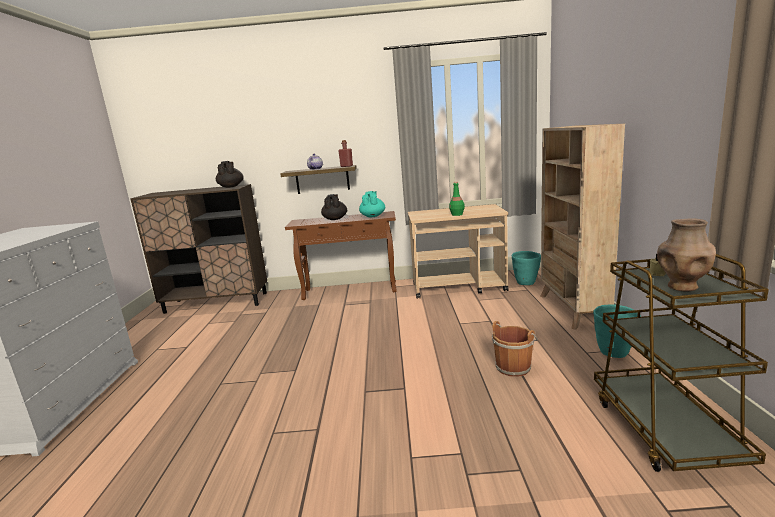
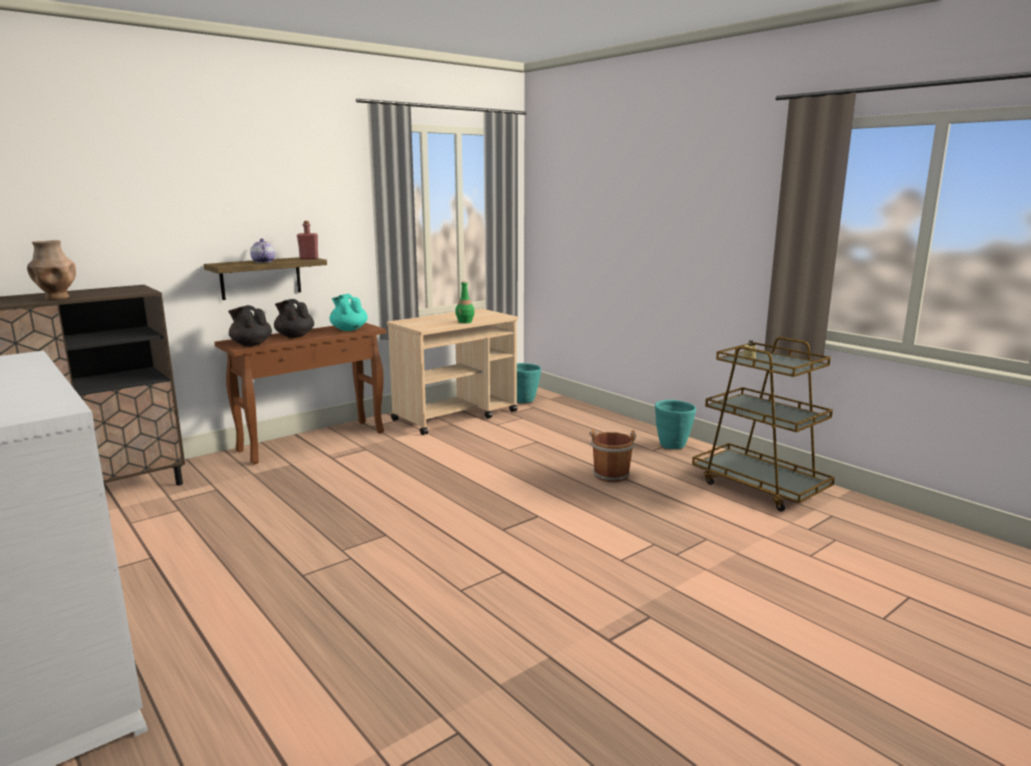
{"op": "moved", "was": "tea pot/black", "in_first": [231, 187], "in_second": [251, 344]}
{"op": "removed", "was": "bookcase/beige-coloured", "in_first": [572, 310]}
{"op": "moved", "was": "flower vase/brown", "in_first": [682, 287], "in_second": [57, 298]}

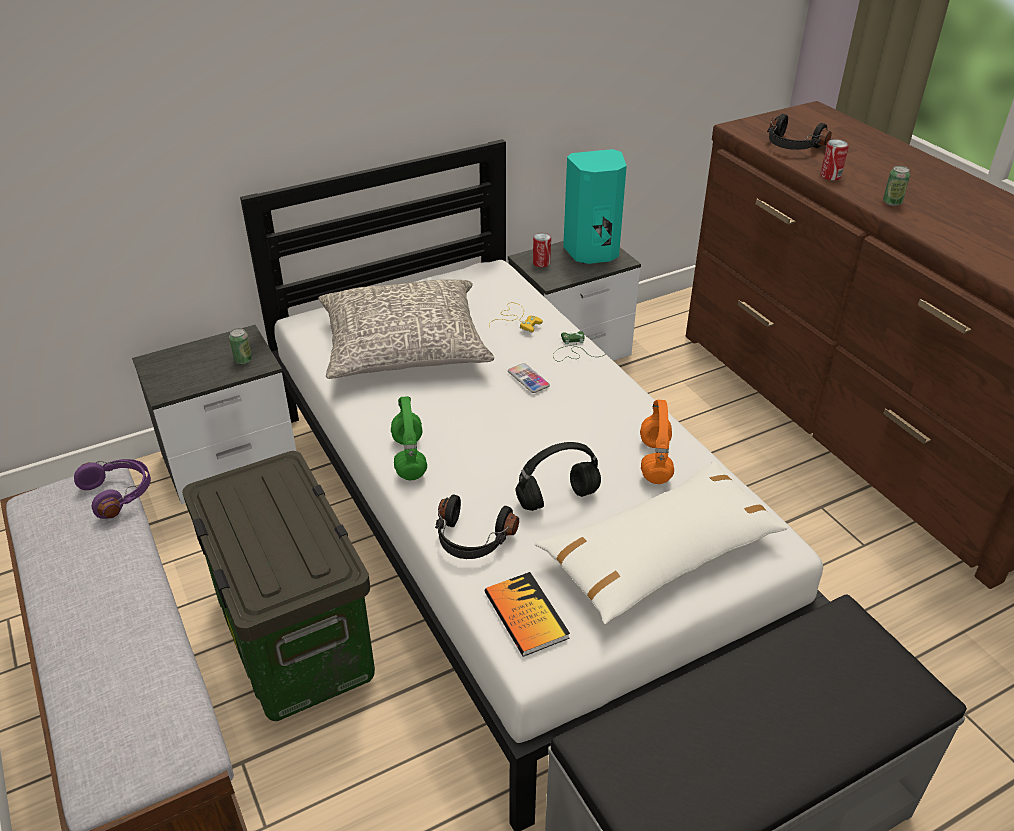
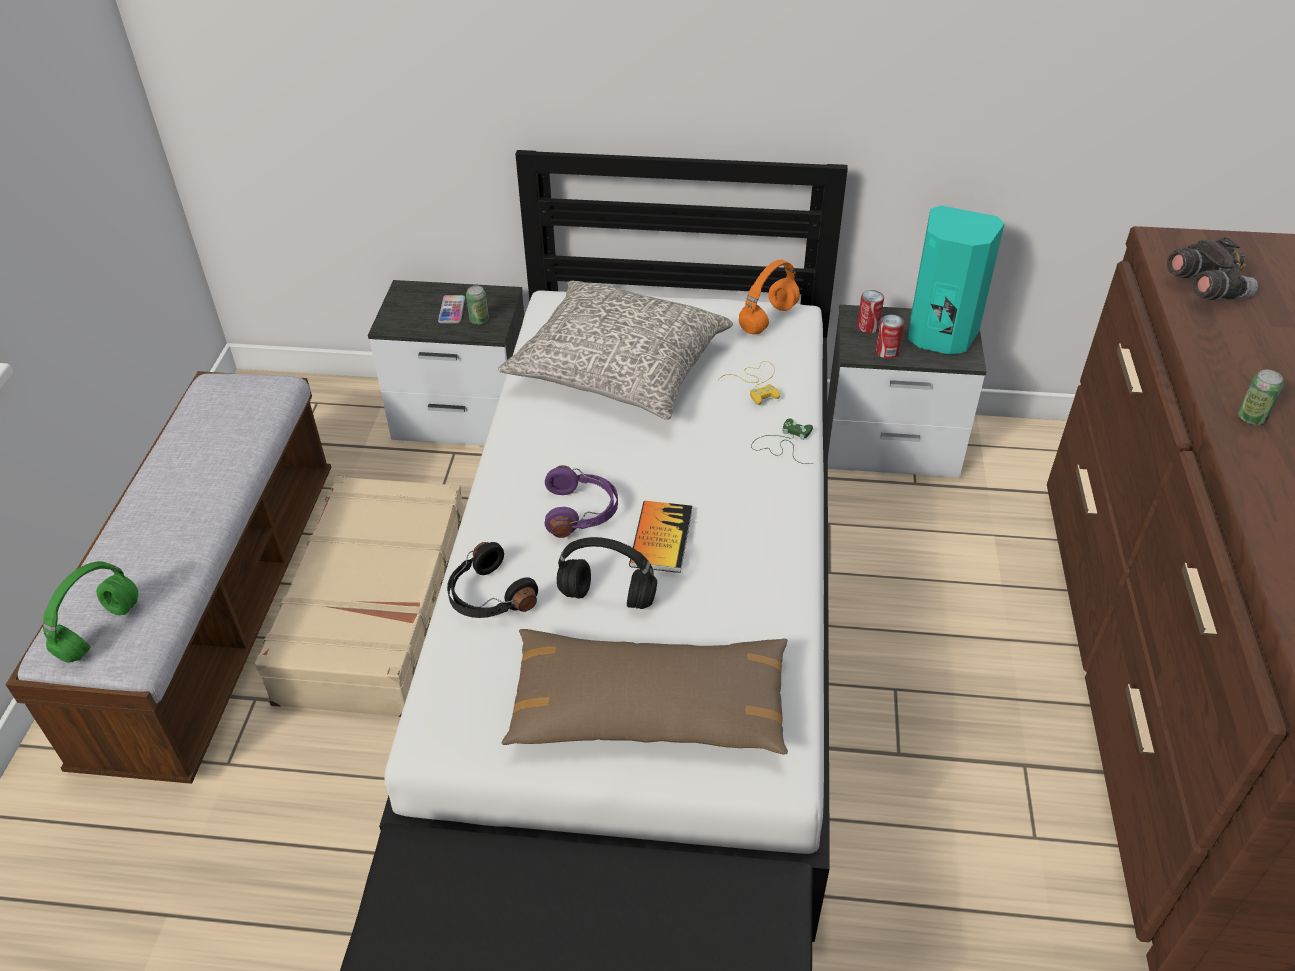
{"op": "moved", "was": "pair of headphones/purple", "in_first": [119, 493], "in_second": [581, 512]}
{"op": "replaced", "was": "storage box", "now": "suitcase/beige-coloured", "in_first": [292, 637], "in_second": [379, 610]}
{"op": "moved", "was": "pair of headphones/green-coloured", "in_first": [408, 457], "in_second": [100, 629]}
{"op": "moved", "was": "volume", "in_first": [526, 615], "in_second": [661, 538]}
{"op": "moved", "was": "telephone", "in_first": [528, 379], "in_second": [452, 310]}
{"op": "recoloured", "was": "cushion/white", "now": "cushion/brown", "in_first": [661, 554], "in_second": [649, 709]}
{"op": "moved", "was": "pair of headphones/orange-coloured", "in_first": [654, 460], "in_second": [768, 318]}
{"op": "replaced", "was": "pair of headphones/black", "now": "field glasses/grey", "in_first": [792, 146], "in_second": [1205, 290]}
{"op": "moved", "was": "can", "in_first": [830, 176], "in_second": [887, 352]}

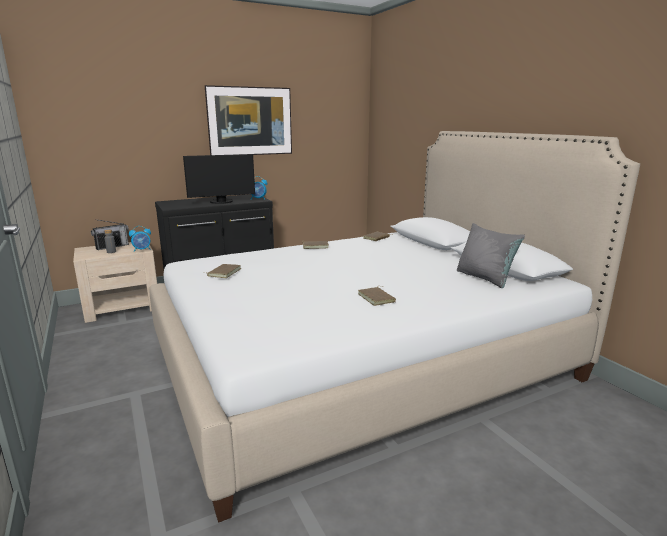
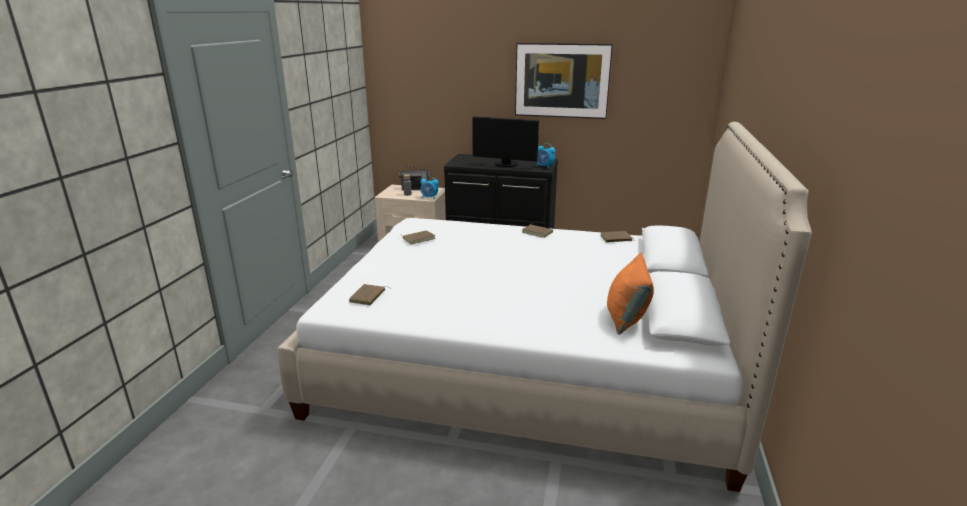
{"op": "moved", "was": "volume/brown", "in_first": [377, 298], "in_second": [368, 297]}
{"op": "recoloured", "was": "cushion/grey", "now": "cushion/orange-coloured", "in_first": [485, 278], "in_second": [626, 318]}

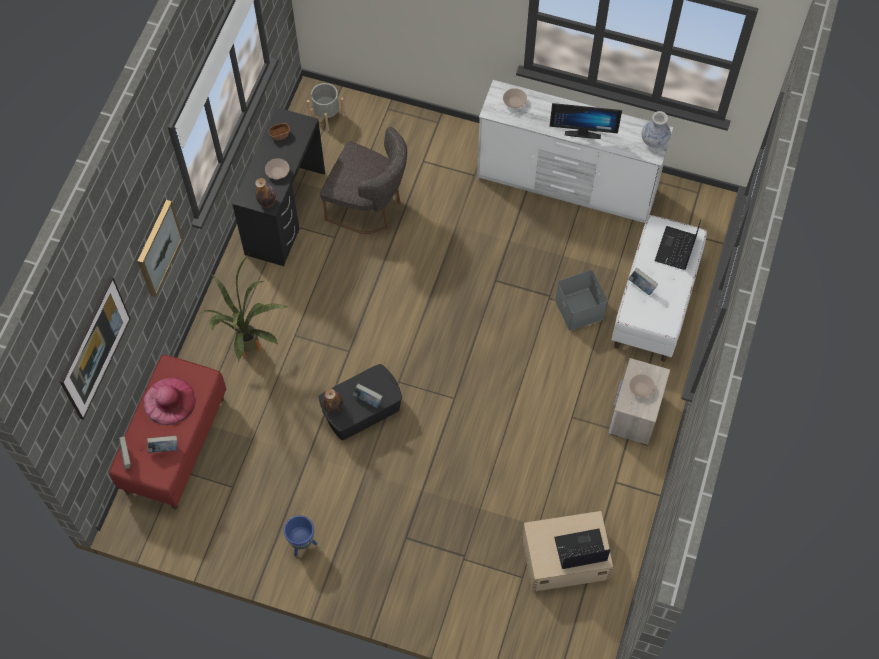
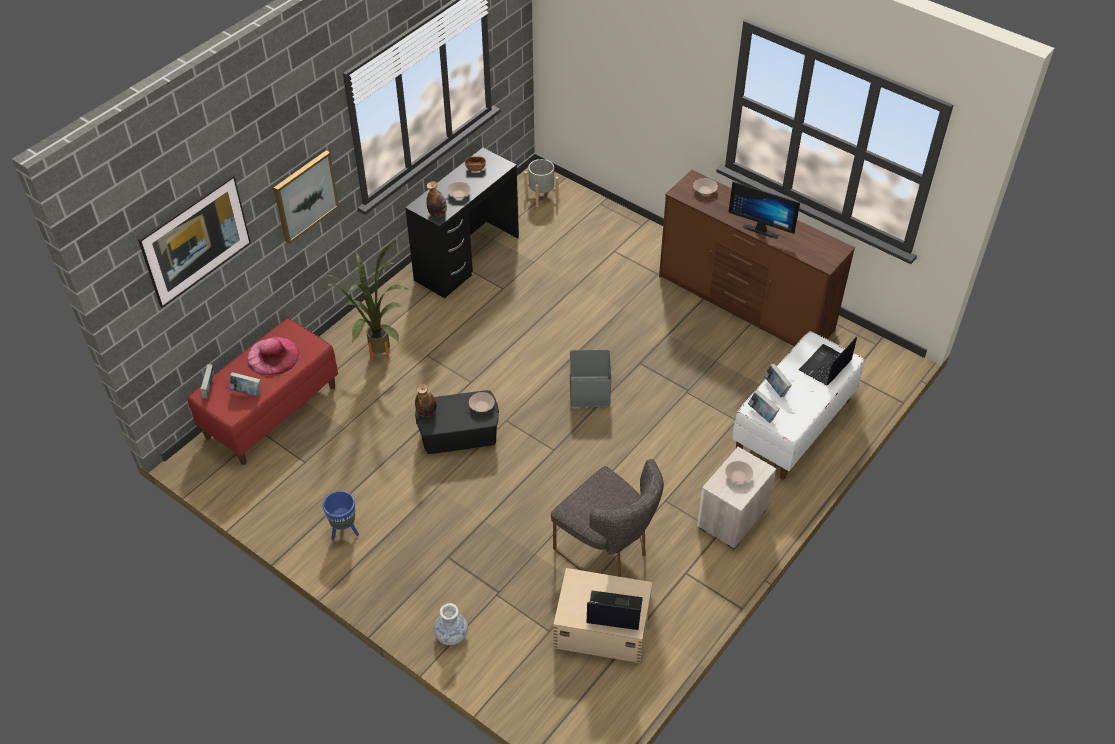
{"op": "moved", "was": "chair/grey", "in_first": [369, 206], "in_second": [608, 549]}
{"op": "moved", "was": "volume", "in_first": [368, 400], "in_second": [762, 414]}
{"op": "recoloured", "was": "drawer chest/white", "now": "drawer chest/brown", "in_first": [567, 185], "in_second": [745, 304]}
{"op": "moved", "was": "storage box/grey", "in_first": [580, 309], "in_second": [590, 392]}
{"op": "moved", "was": "flower vase", "in_first": [654, 140], "in_second": [451, 635]}
{"op": "added", "now": "serving bowl/beige-coloured", "in_second": [481, 406]}

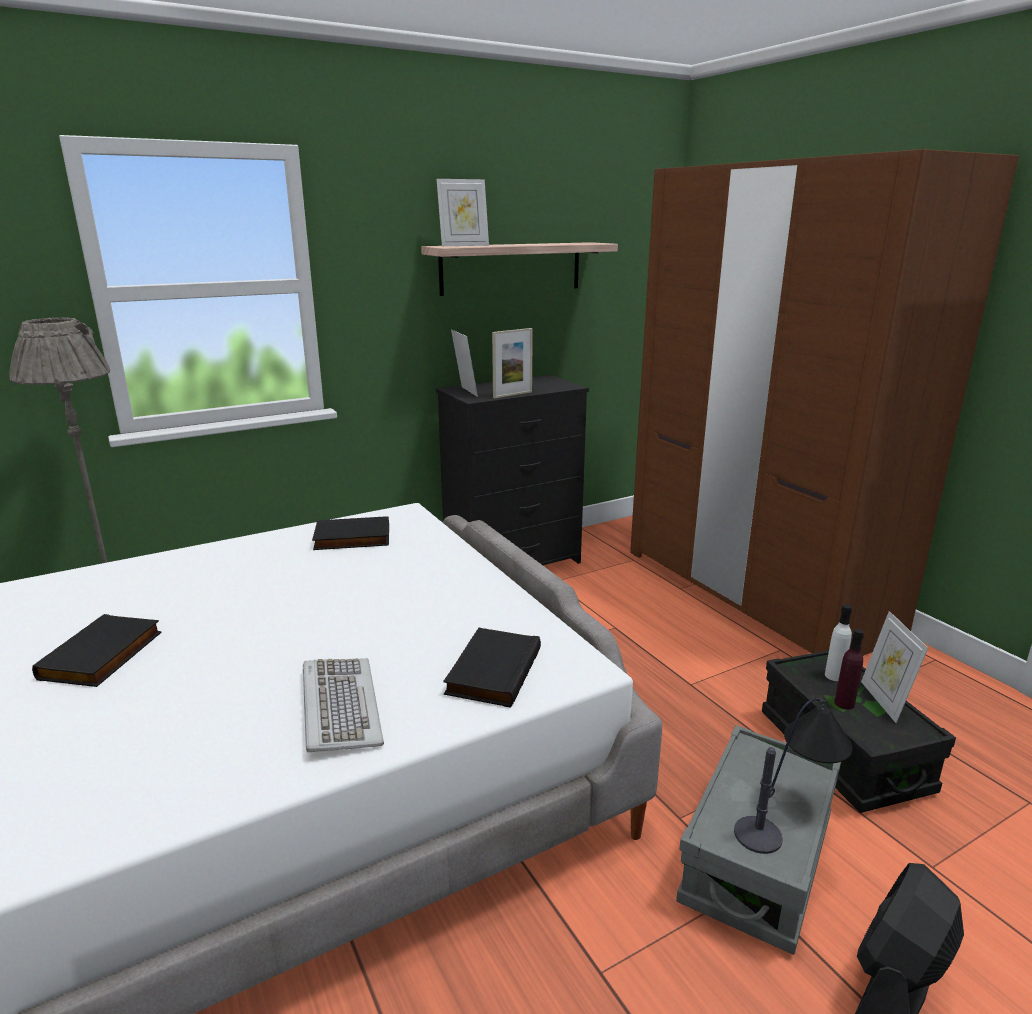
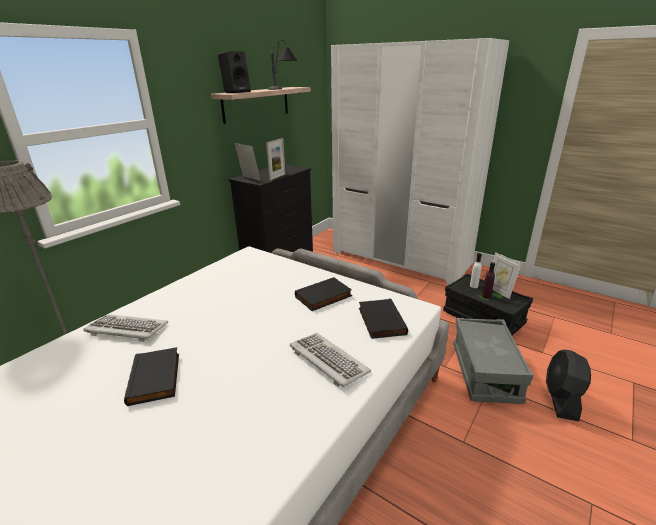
{"op": "moved", "was": "volume/black", "in_first": [352, 539], "in_second": [324, 297]}
{"op": "replaced", "was": "photo frame", "now": "audio speaker/black", "in_first": [464, 245], "in_second": [237, 92]}
{"op": "recoloured", "was": "wardrobe/brown", "now": "wardrobe/white", "in_first": [754, 590], "in_second": [400, 257]}
{"op": "moved", "was": "tabletop lamp", "in_first": [788, 814], "in_second": [283, 88]}
{"op": "added", "now": "keyboard", "in_second": [126, 329]}

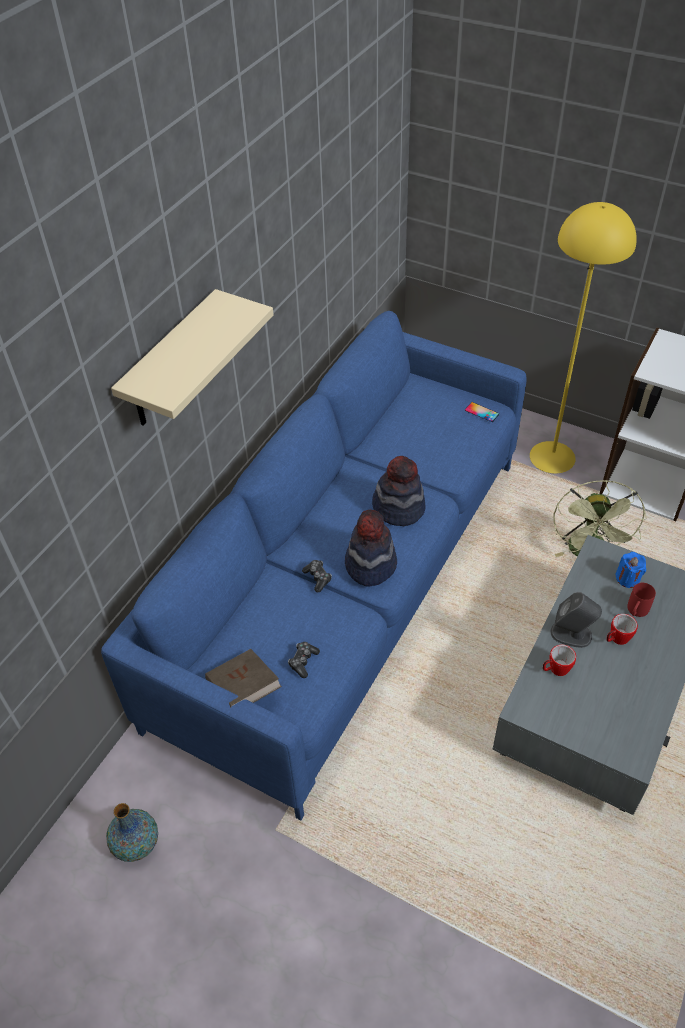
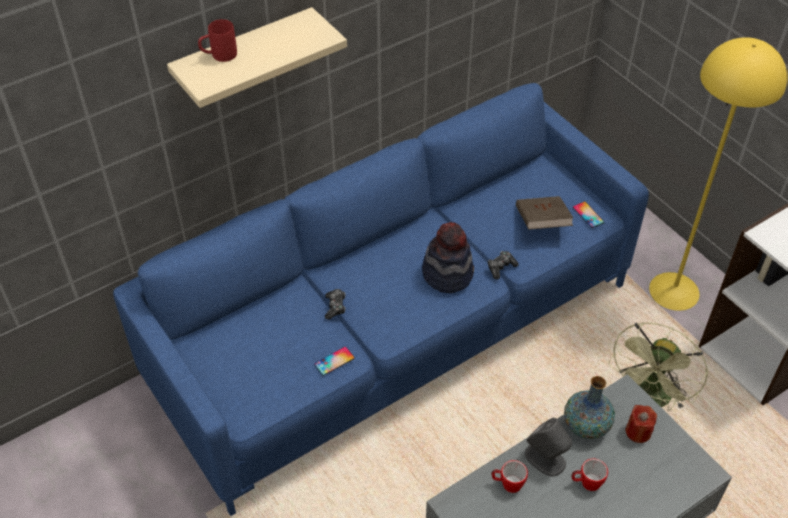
{"op": "moved", "was": "flower vase", "in_first": [136, 843], "in_second": [586, 426]}
{"op": "moved", "was": "volume/brown", "in_first": [244, 690], "in_second": [542, 223]}
{"op": "moved", "was": "gamepad", "in_first": [303, 661], "in_second": [501, 267]}
{"op": "removed", "was": "wearable hat", "in_first": [370, 564]}
{"op": "recoloured", "was": "candle/blue", "now": "candle/reddish", "in_first": [627, 578], "in_second": [638, 432]}
{"op": "moved", "was": "mug/reddish", "in_first": [636, 612], "in_second": [219, 56]}
{"op": "added", "now": "telephone", "in_second": [334, 361]}

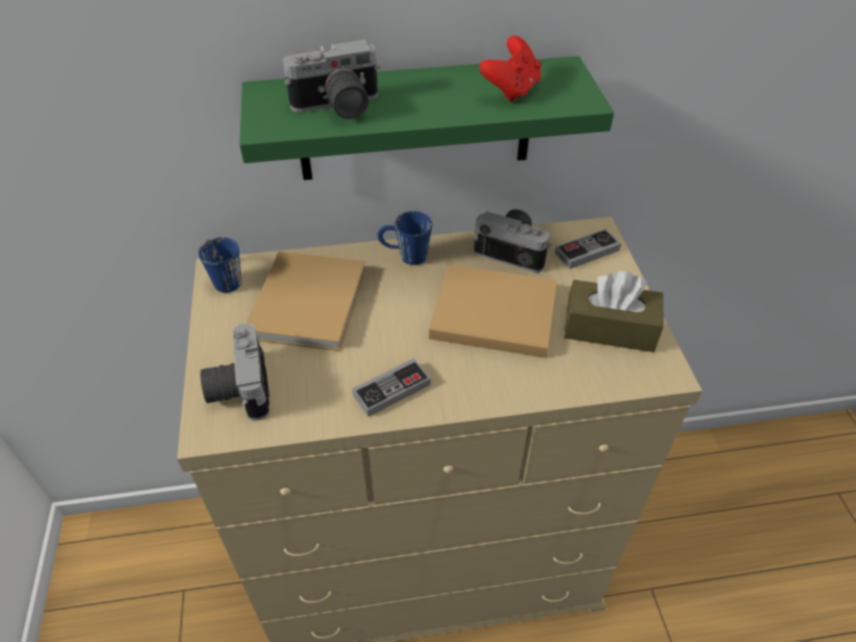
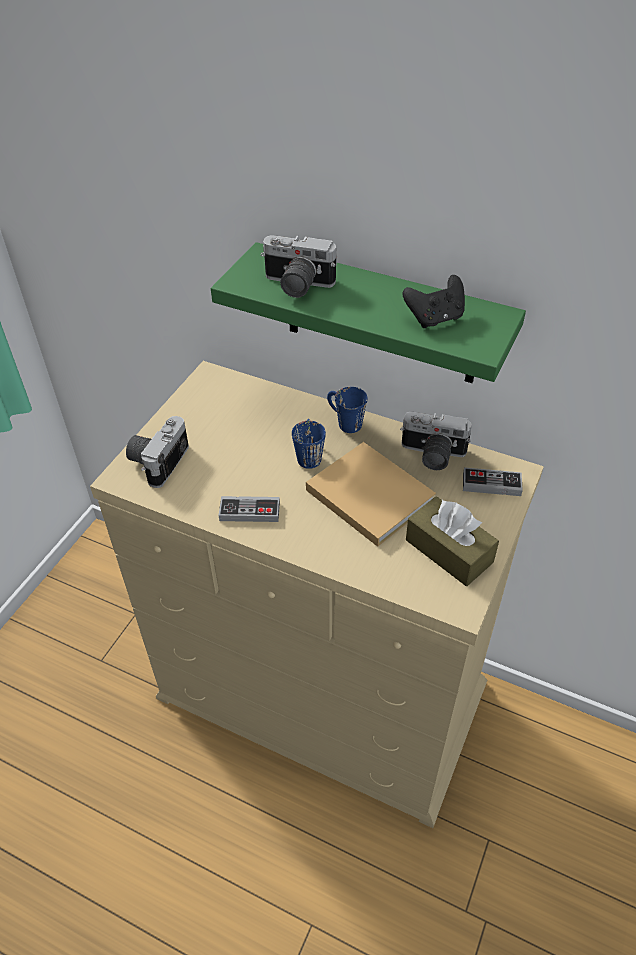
{"op": "moved", "was": "mug/blue", "in_first": [223, 278], "in_second": [308, 454]}
{"op": "removed", "was": "volume/beige-coloured", "in_first": [309, 300]}
{"op": "turned", "was": "still camera", "in_first": [513, 250], "in_second": [431, 455], "clockwise": 135}
{"op": "recoloured", "was": "gamepad/reddish", "now": "gamepad/black", "in_first": [511, 90], "in_second": [435, 318]}

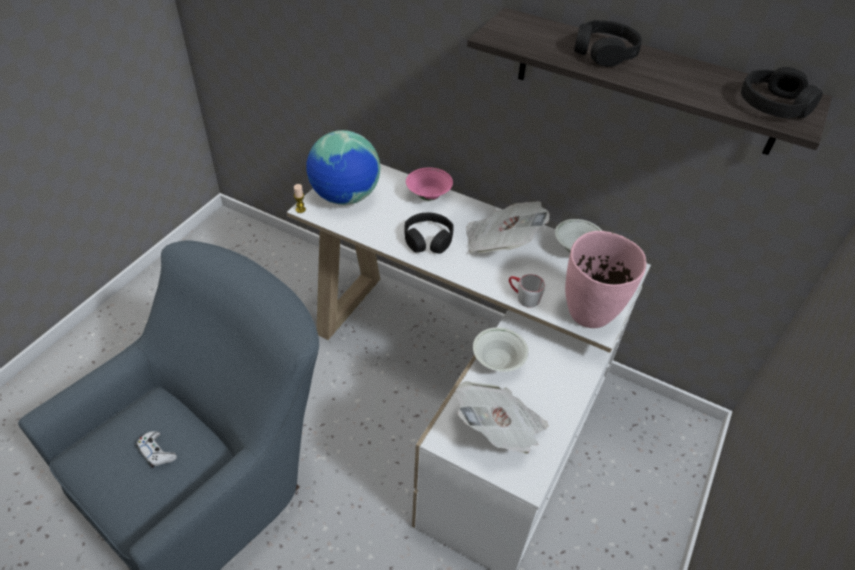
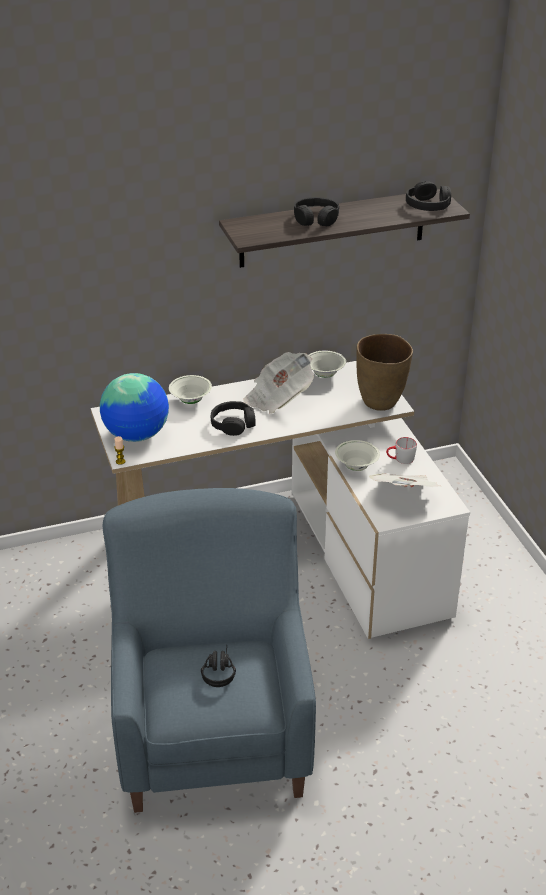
{"op": "replaced", "was": "gamepad/white", "now": "pair of headphones/black", "in_first": [157, 452], "in_second": [218, 670]}
{"op": "recoloured", "was": "serving bowl/pink", "now": "serving bowl/white", "in_first": [428, 196], "in_second": [191, 400]}
{"op": "moved", "was": "mug/grey", "in_first": [523, 297], "in_second": [400, 459]}
{"op": "recoloured", "was": "flower vase/pink", "now": "flower vase/brown", "in_first": [590, 314], "in_second": [381, 402]}

